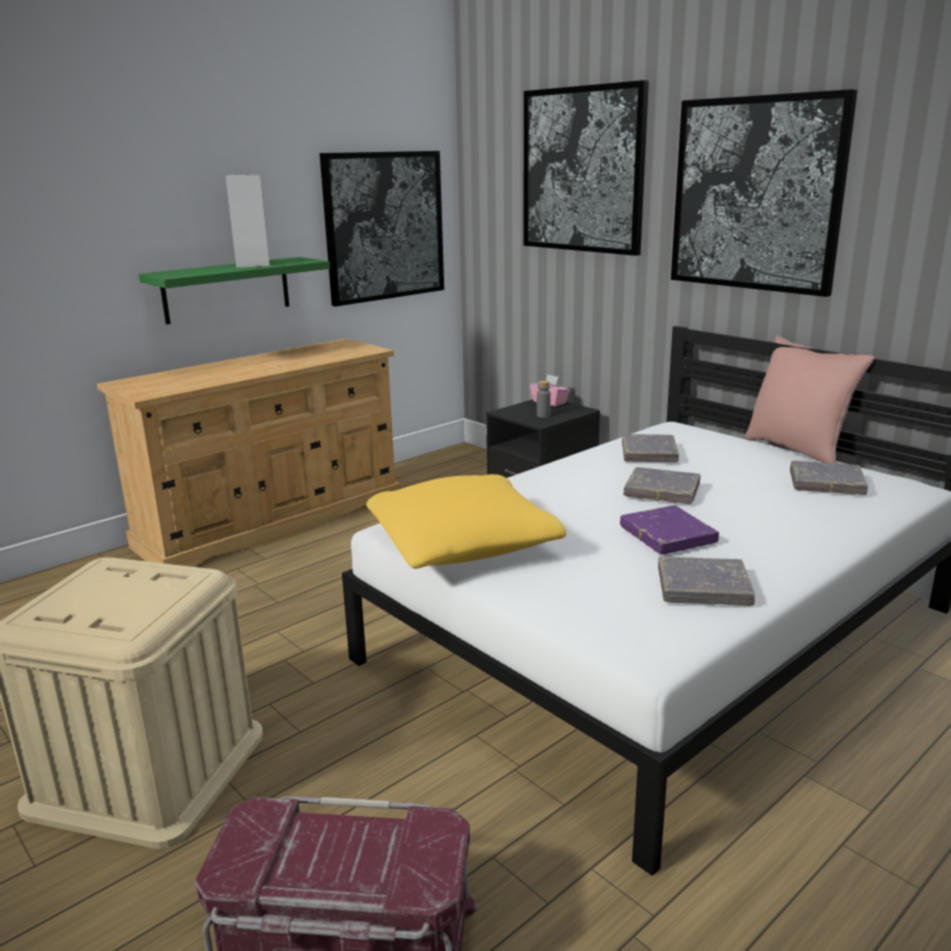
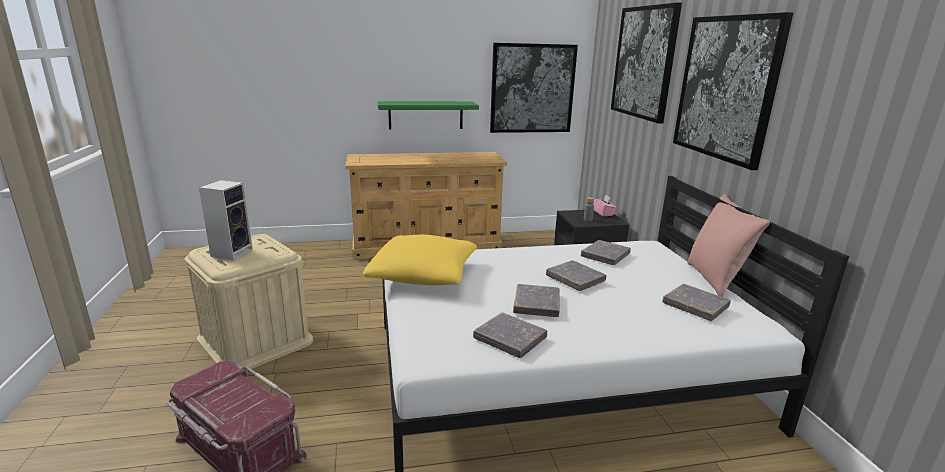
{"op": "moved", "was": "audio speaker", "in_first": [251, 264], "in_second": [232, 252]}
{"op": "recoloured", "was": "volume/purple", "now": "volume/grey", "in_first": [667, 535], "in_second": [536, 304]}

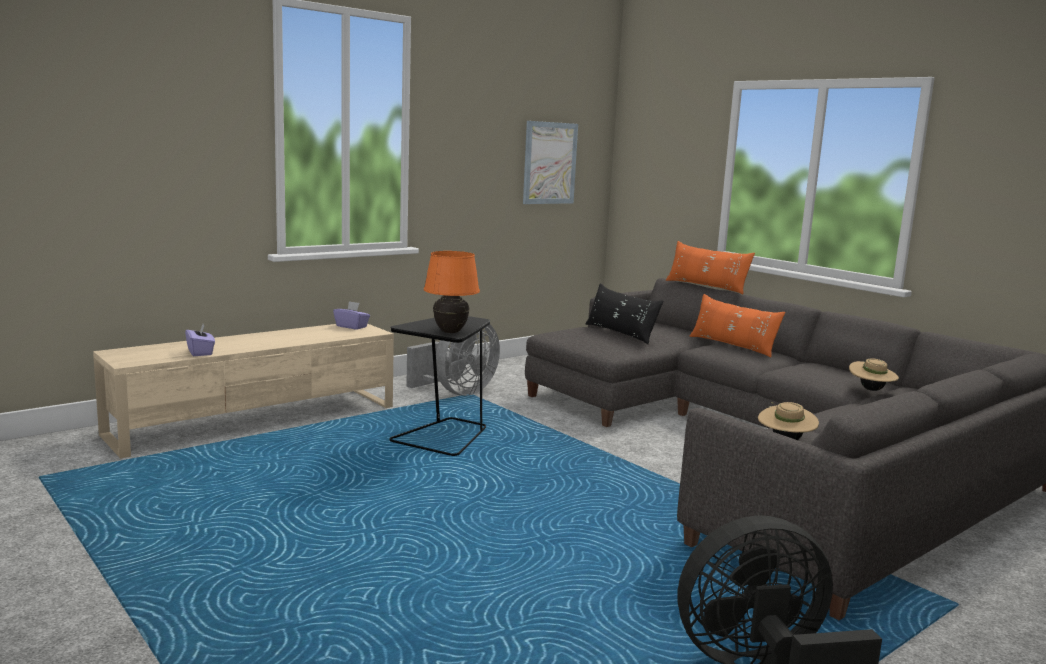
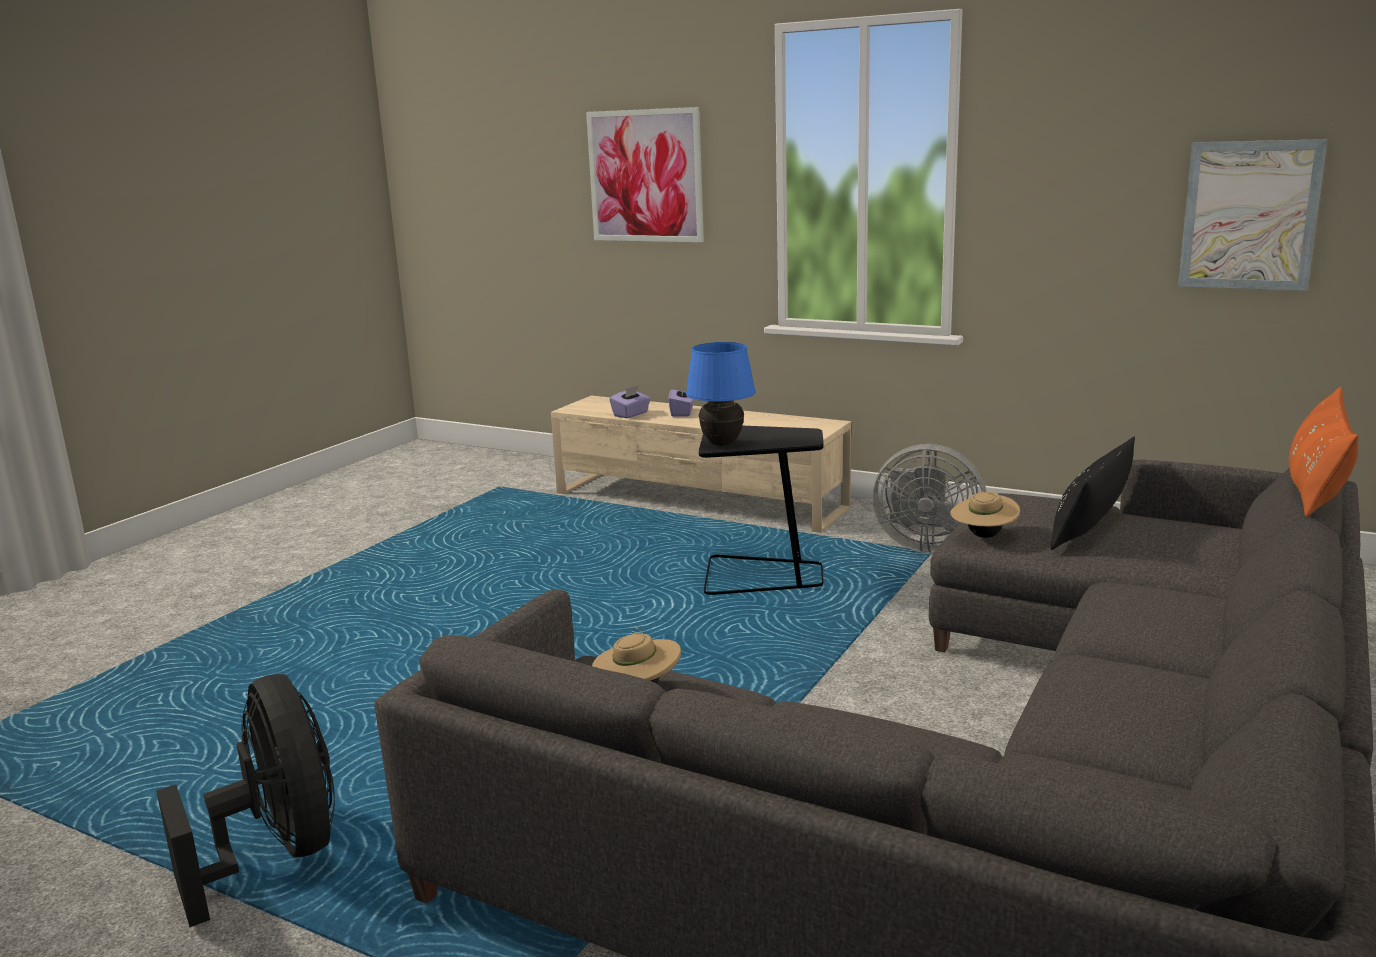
{"op": "moved", "was": "tissue box/purple", "in_first": [352, 326], "in_second": [682, 413]}
{"op": "recoloured", "was": "tabletop lamp/orange-coloured", "now": "tabletop lamp/blue", "in_first": [450, 332], "in_second": [722, 444]}
{"op": "removed", "was": "cushion/orange-coloured", "in_first": [732, 346]}
{"op": "moved", "was": "wearable hat/beige-coloured", "in_first": [871, 390], "in_second": [983, 536]}
{"op": "added", "now": "picture", "in_second": [645, 176]}

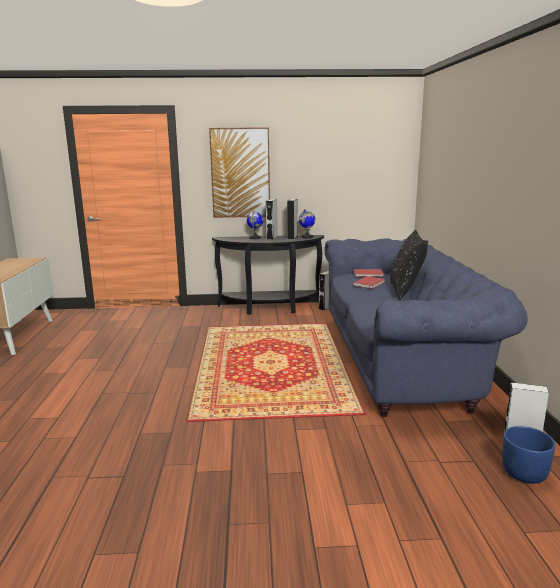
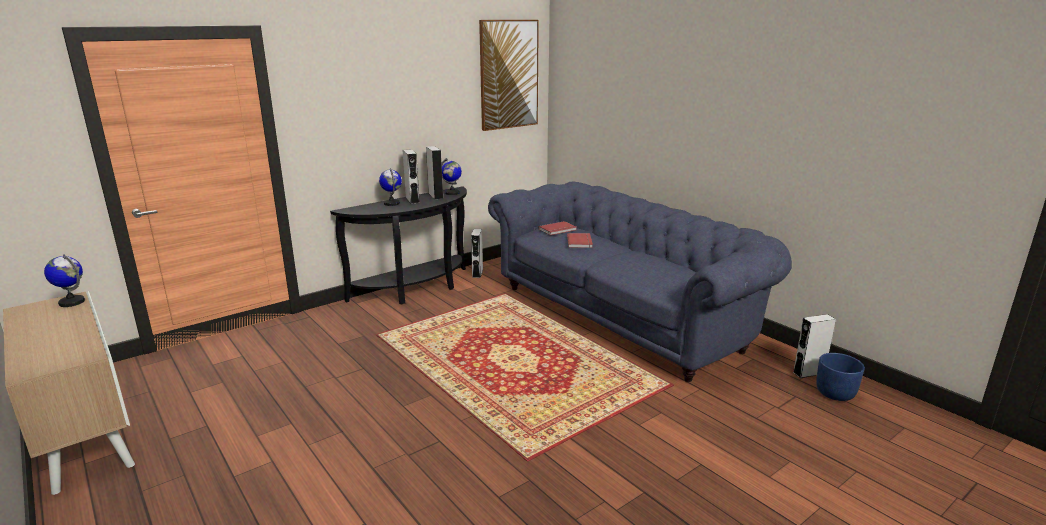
{"op": "moved", "was": "picture", "in_first": [240, 173], "in_second": [508, 75]}
{"op": "removed", "was": "cushion/black", "in_first": [405, 291]}
{"op": "added", "now": "world globe", "in_second": [72, 302]}

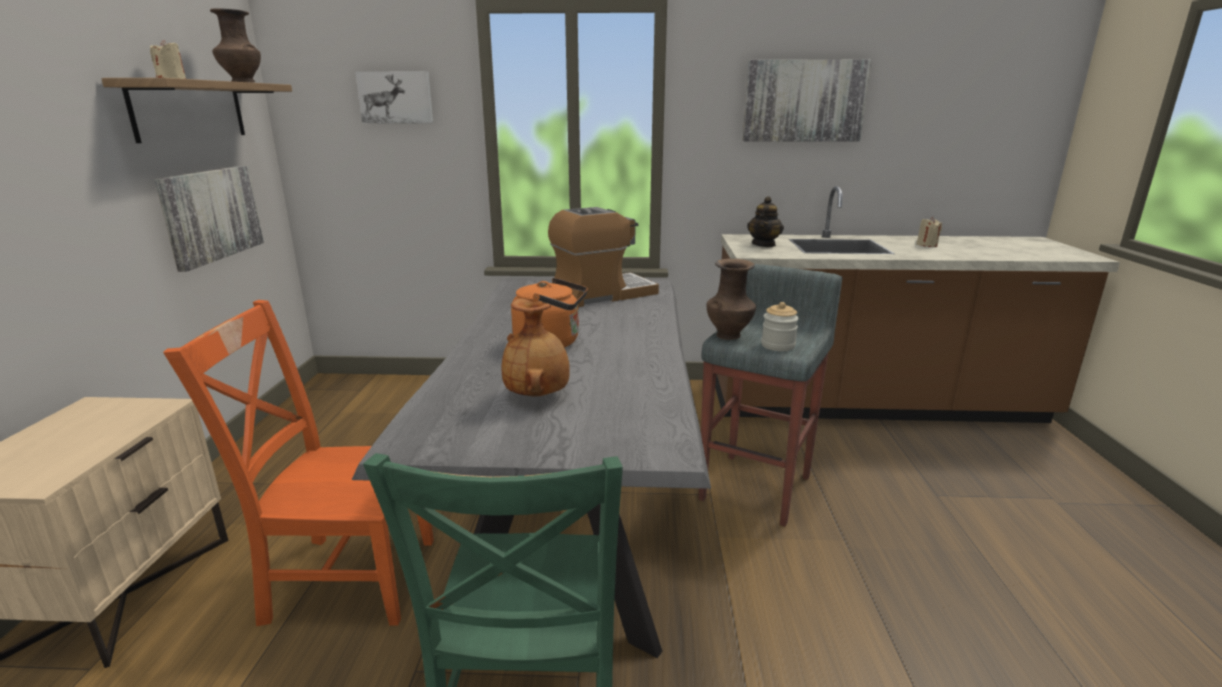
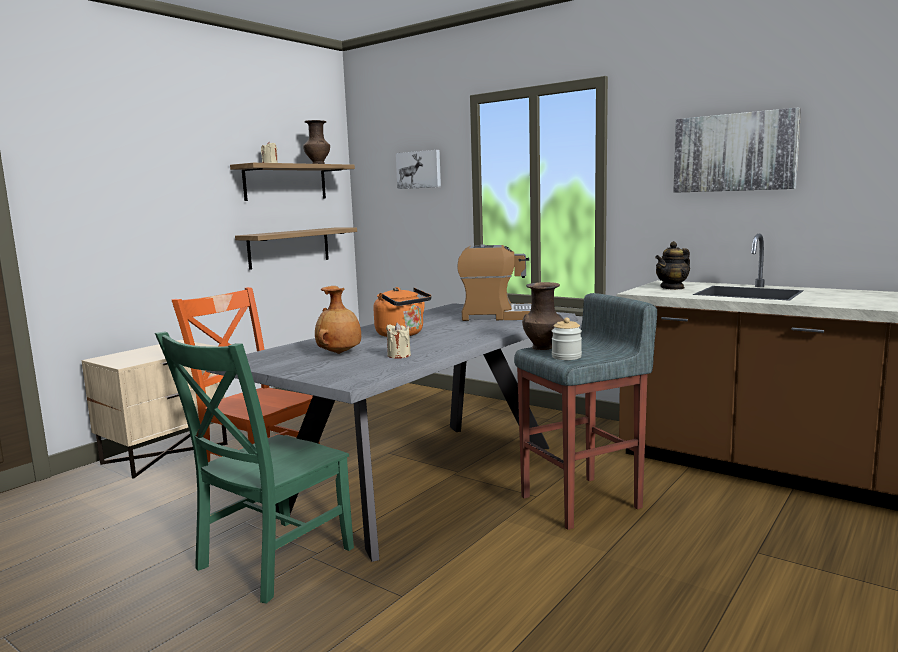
{"op": "replaced", "was": "picture", "now": "shelf", "in_first": [211, 214], "in_second": [289, 247]}
{"op": "moved", "was": "candle/beige-coloured", "in_first": [926, 245], "in_second": [399, 355]}

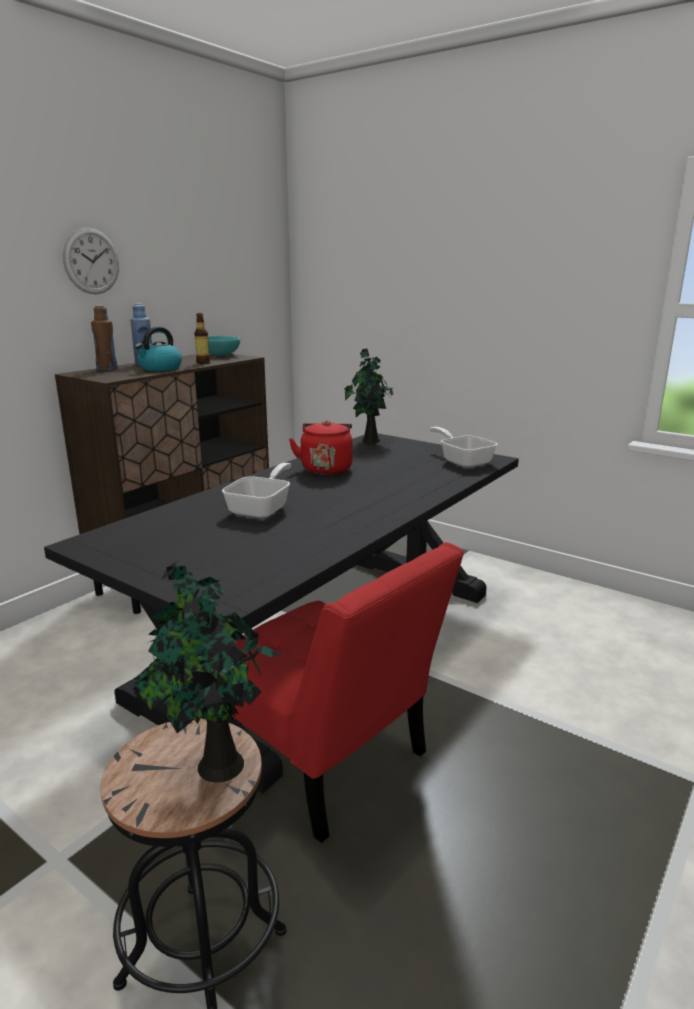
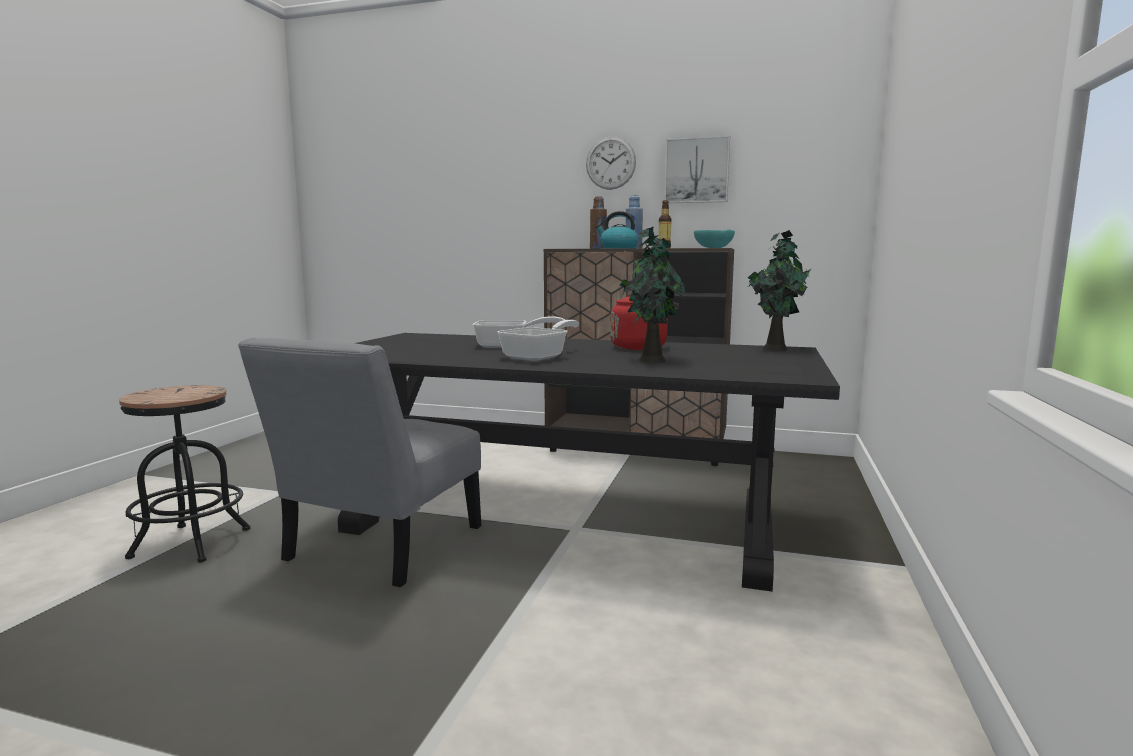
{"op": "moved", "was": "potted plant", "in_first": [216, 766], "in_second": [650, 360]}
{"op": "recoloured", "was": "chair/reddish", "now": "chair/grey", "in_first": [327, 762], "in_second": [378, 548]}
{"op": "moved", "was": "pan", "in_first": [463, 461], "in_second": [539, 356]}
{"op": "added", "now": "picture", "in_second": [697, 170]}

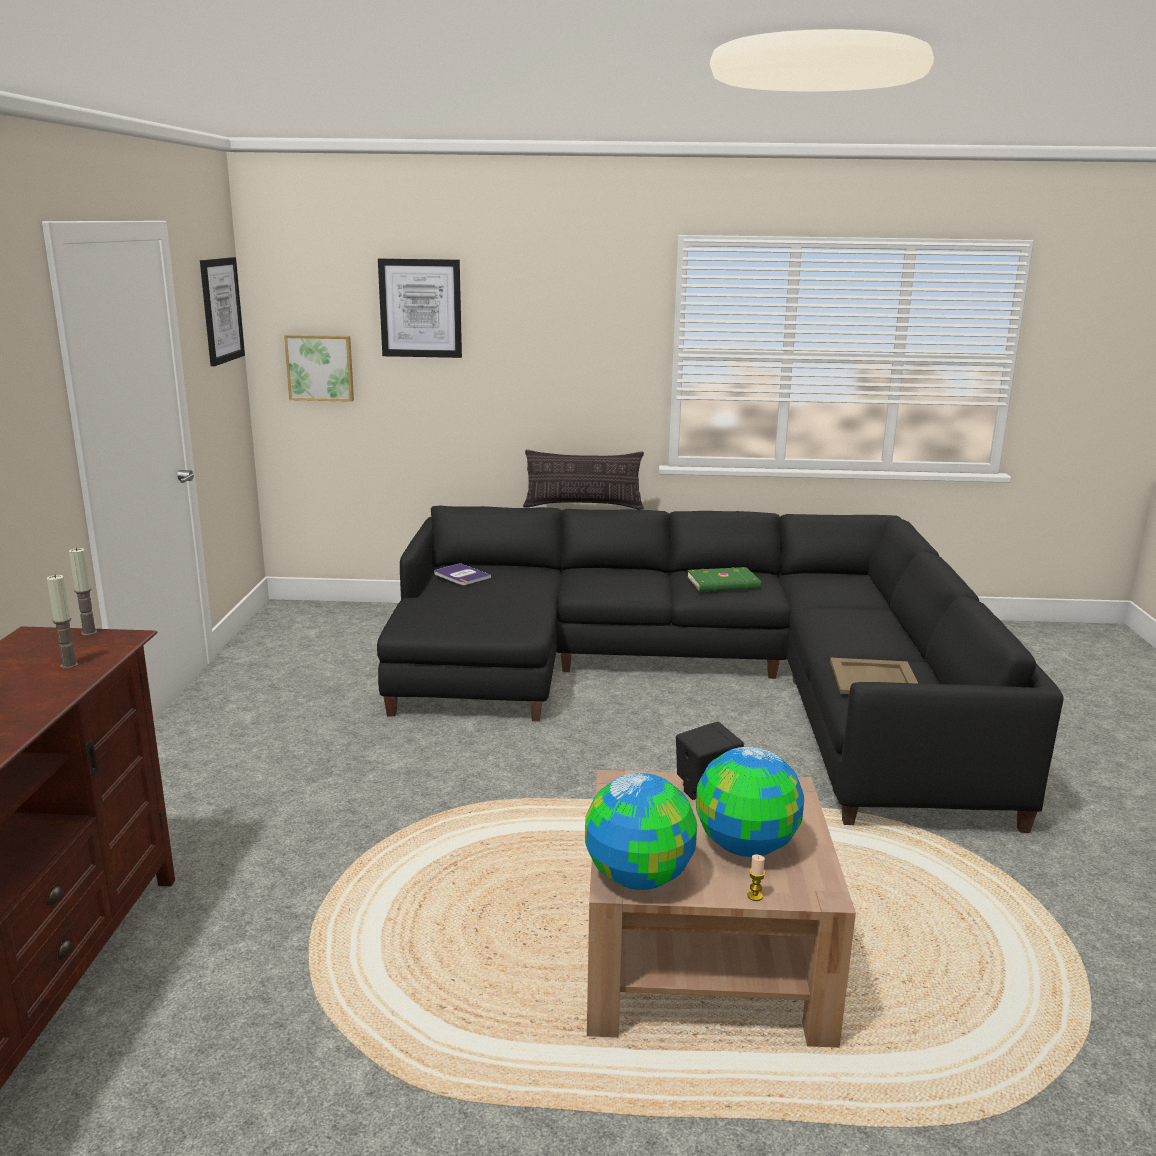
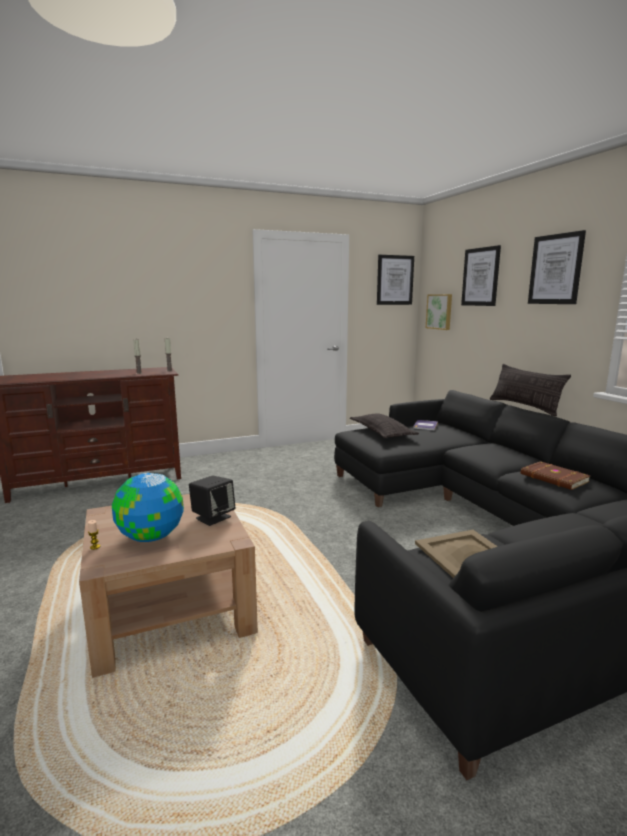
{"op": "removed", "was": "world globe", "in_first": [639, 877]}
{"op": "recoloured", "was": "volume/green-coloured", "now": "volume/brown", "in_first": [724, 583], "in_second": [554, 478]}
{"op": "added", "now": "cushion", "in_second": [382, 432]}
{"op": "added", "now": "picture", "in_second": [555, 269]}

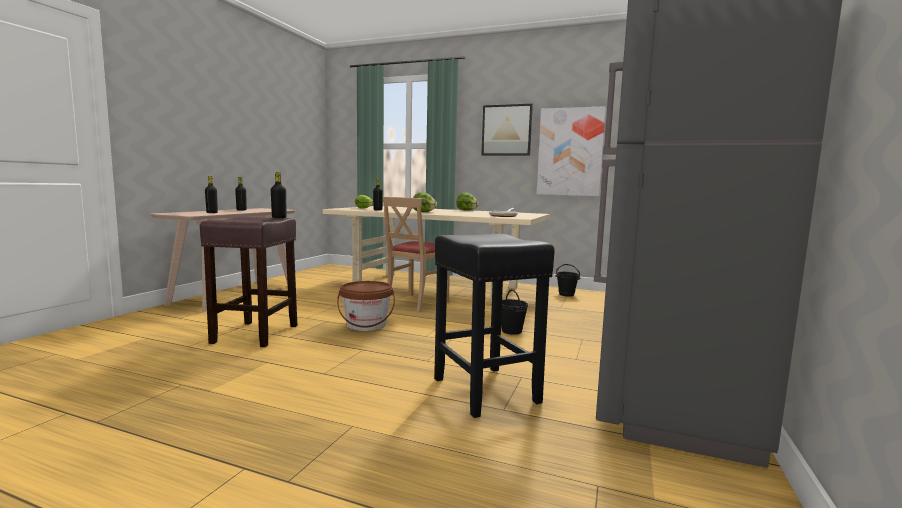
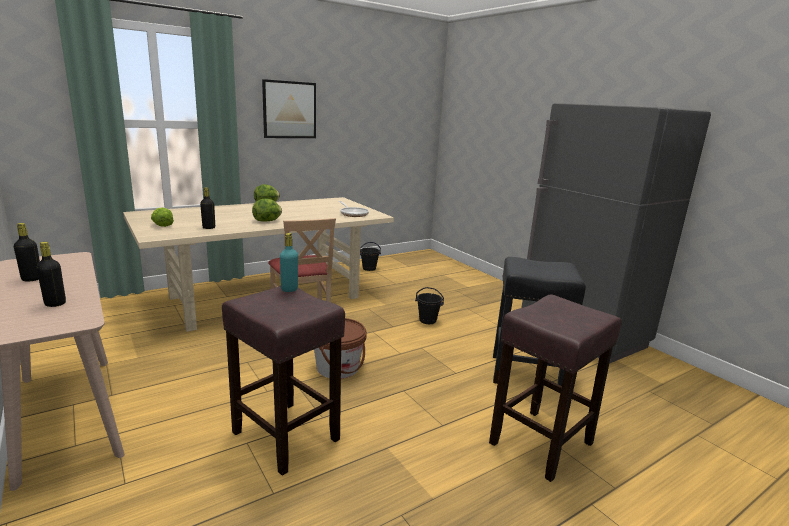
{"op": "recoloured", "was": "drink bottle/black", "now": "drink bottle/blue-green", "in_first": [279, 217], "in_second": [289, 289]}
{"op": "removed", "was": "picture", "in_first": [570, 152]}
{"op": "added", "now": "sitting stool/brown", "in_second": [540, 444]}

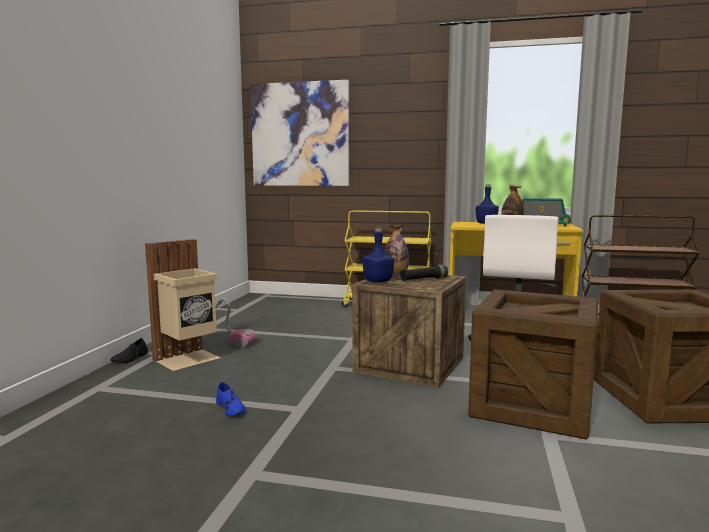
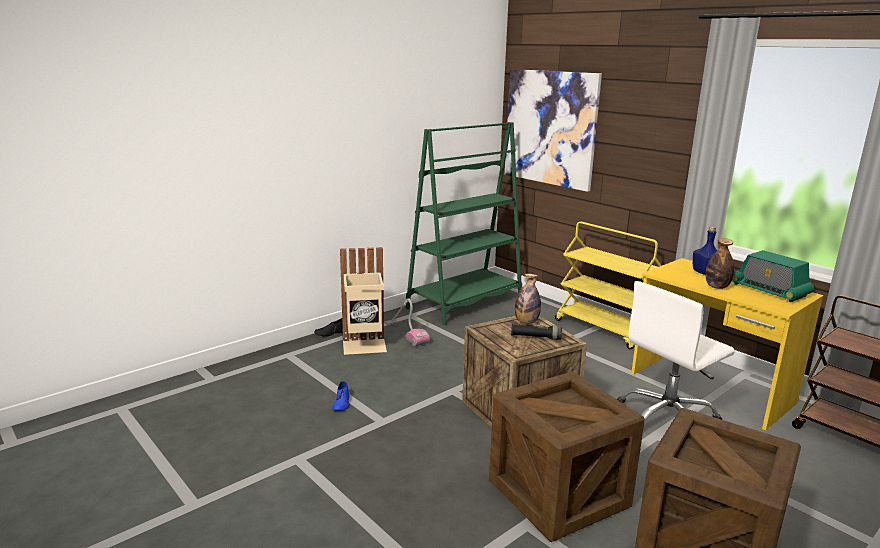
{"op": "removed", "was": "drink bottle/blue", "in_first": [378, 281]}
{"op": "added", "now": "bookcase/green-coloured", "in_second": [465, 303]}

